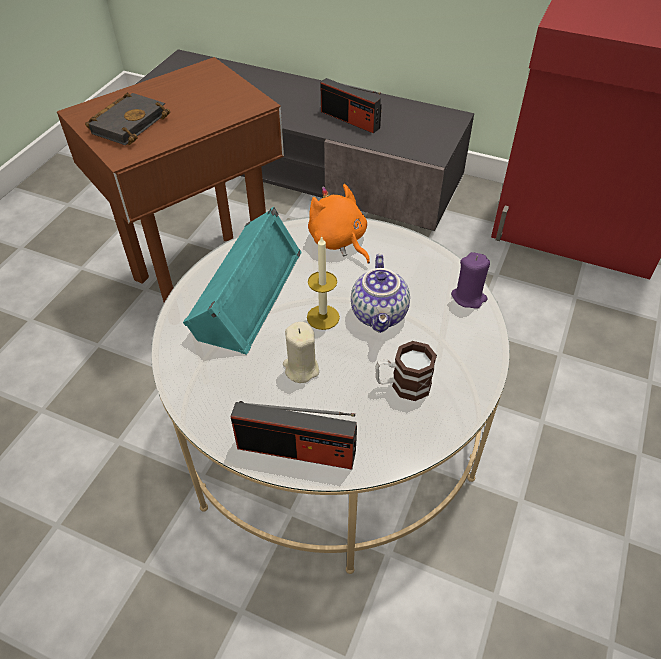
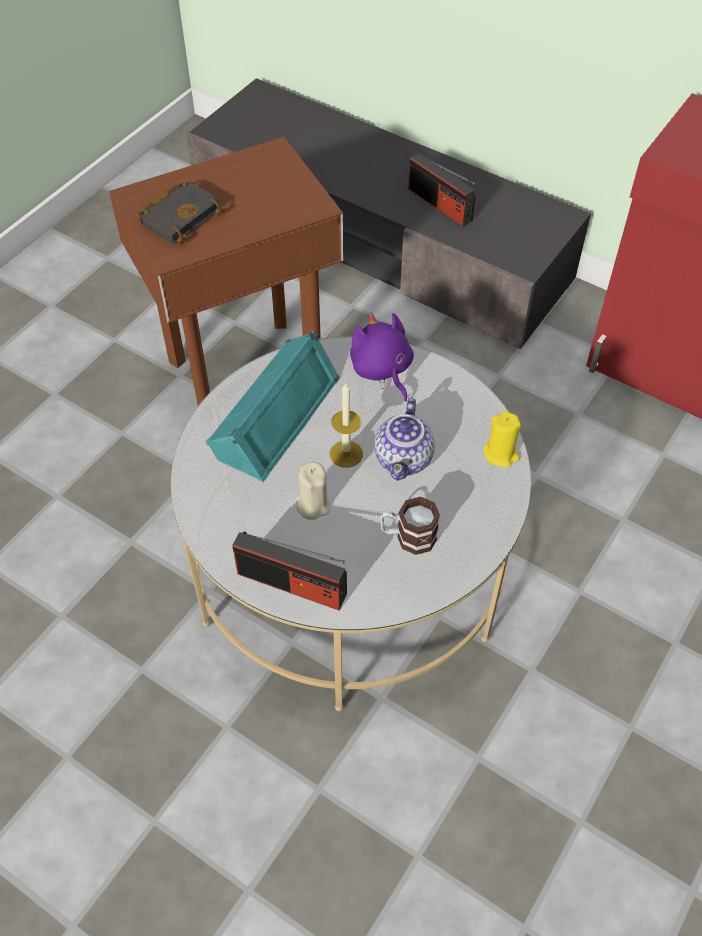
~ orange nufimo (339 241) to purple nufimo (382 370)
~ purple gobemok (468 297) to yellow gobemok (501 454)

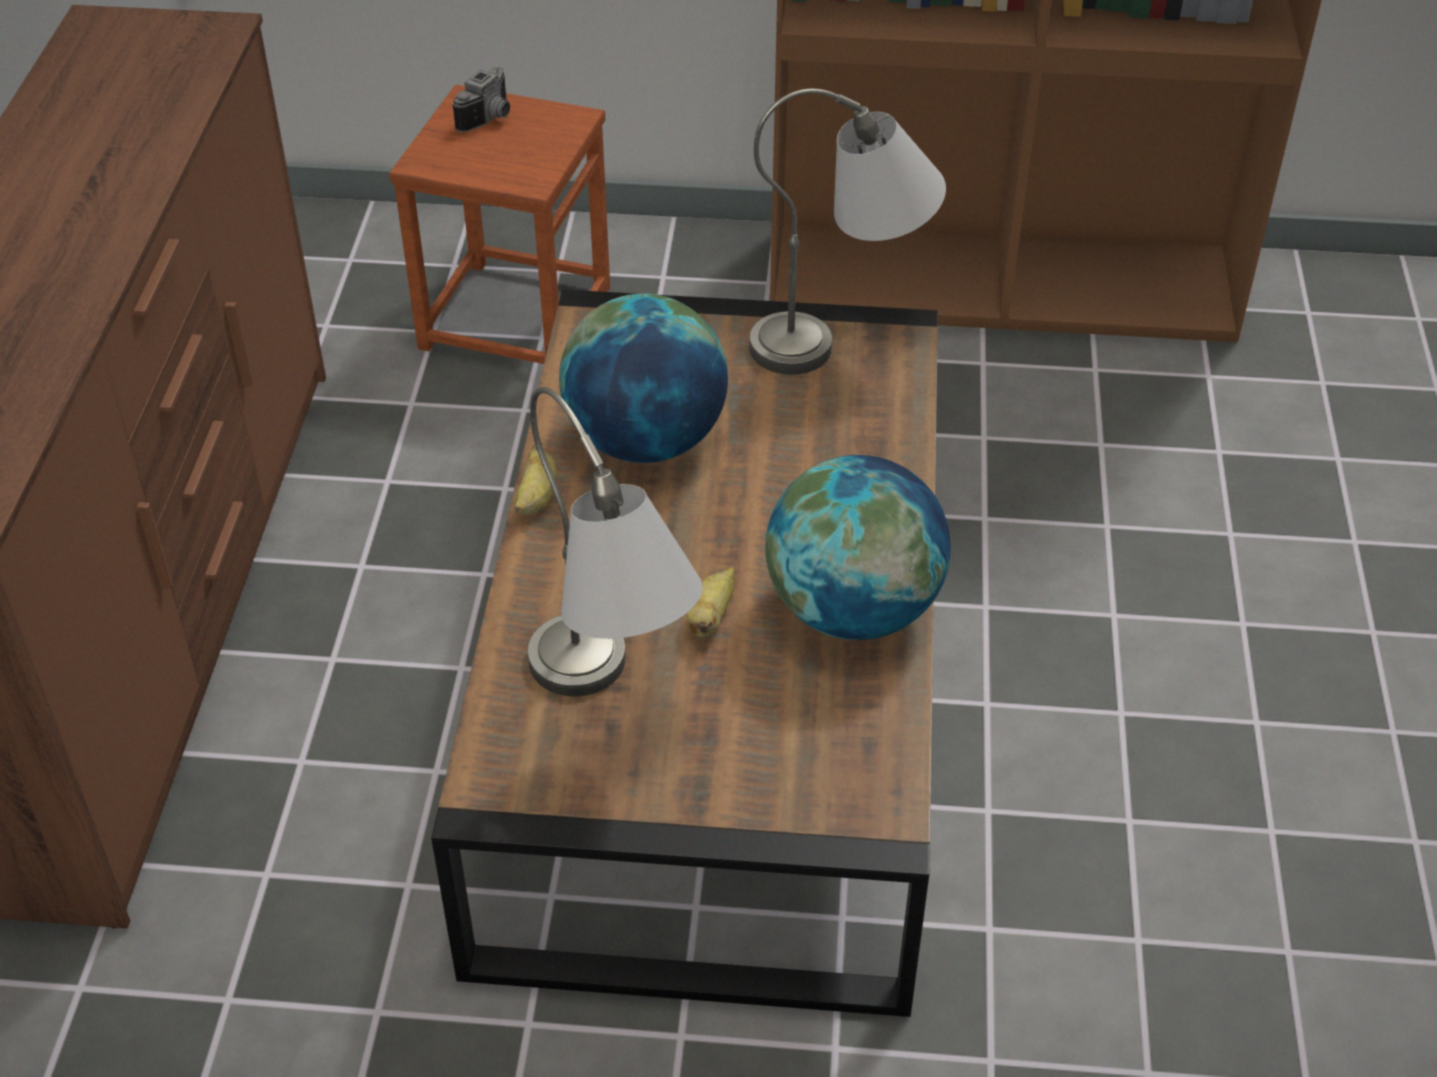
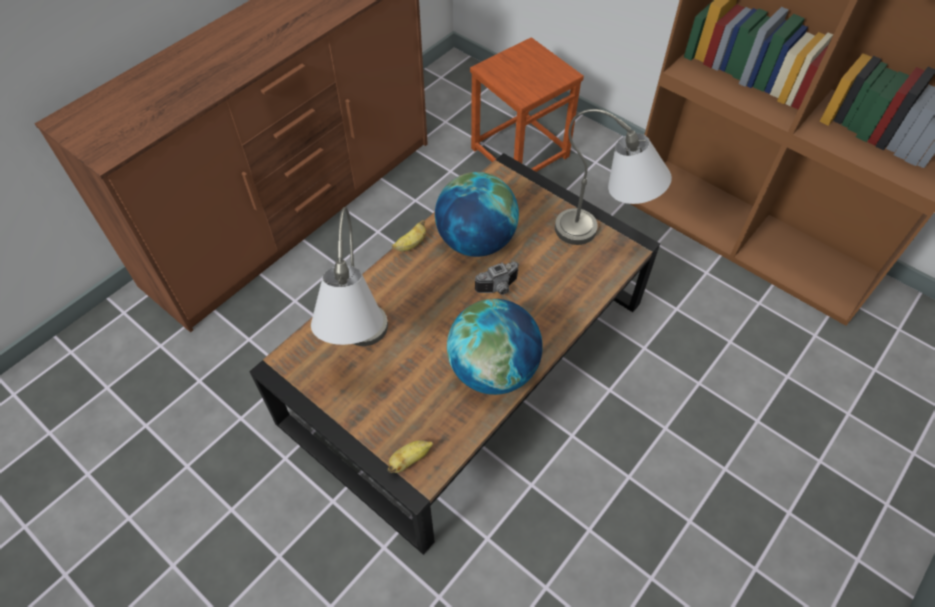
~ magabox (491 118) to (499 288)
~ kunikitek (710 617) to (410 460)

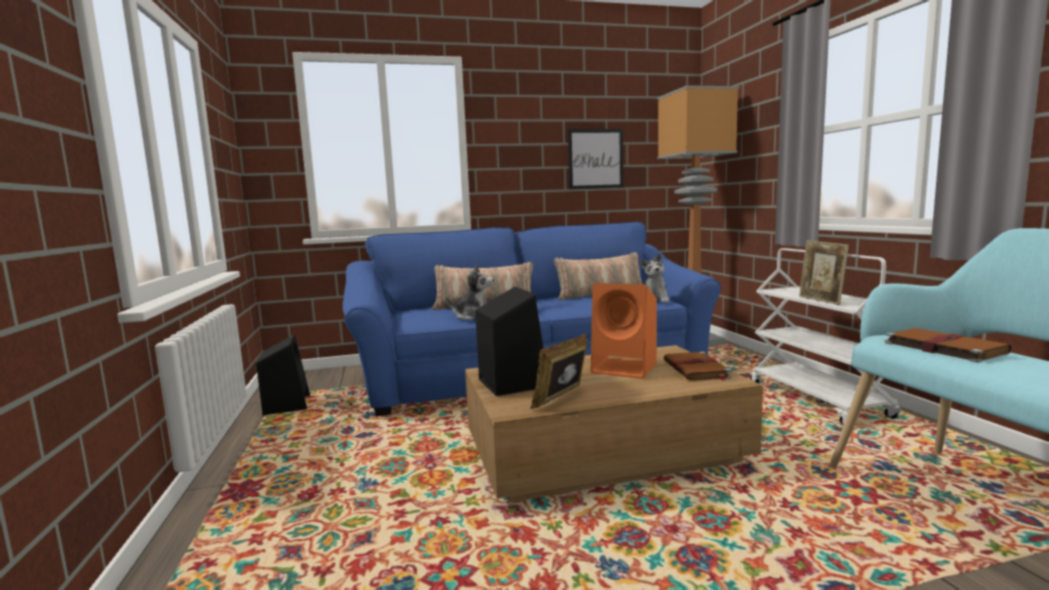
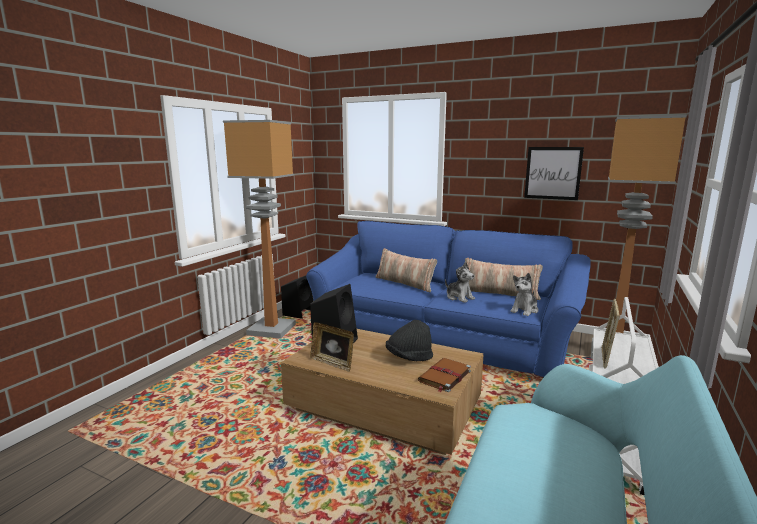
~ nufimo (473 316) to (459 297)
~ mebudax (562 399) = (332 363) 135 degrees counterclockwise
~ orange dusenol (626 368) to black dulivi (409 357)
- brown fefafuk (942 347)
+ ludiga (273 330)

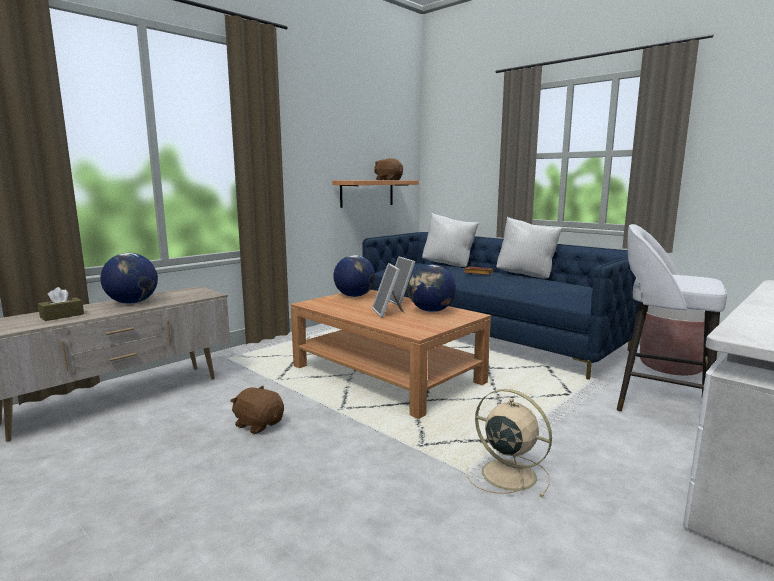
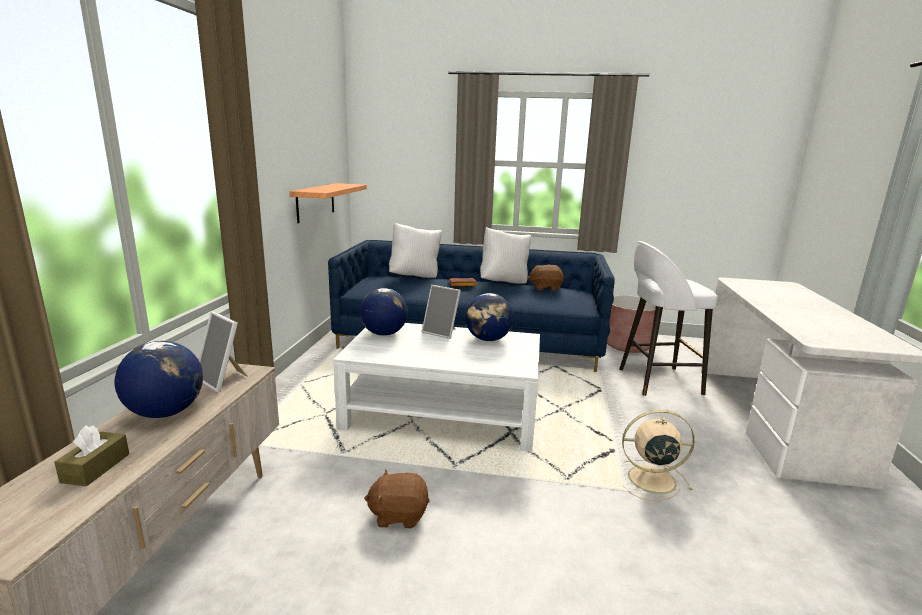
~ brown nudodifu (387 375) to white nudodifu (444 412)
~ mebudax (388 312) to (222 380)
~ brown nufimo (388 180) to (545 288)

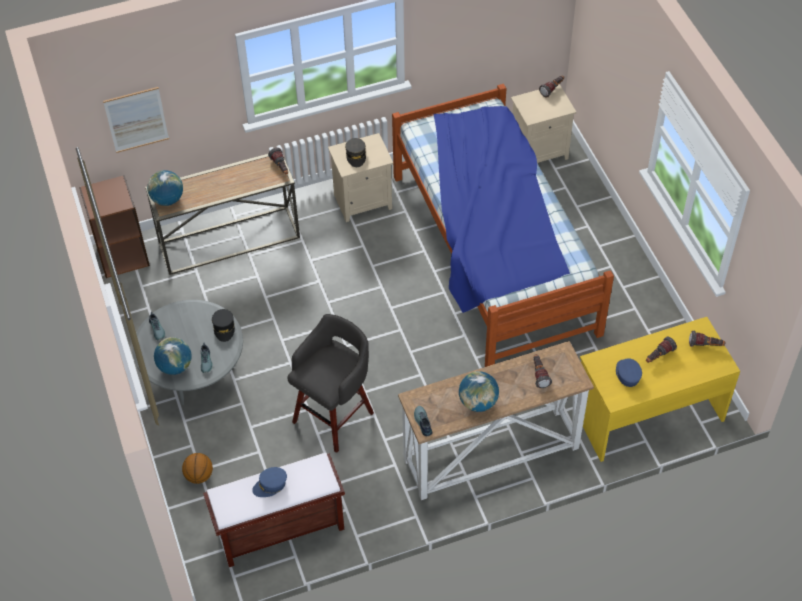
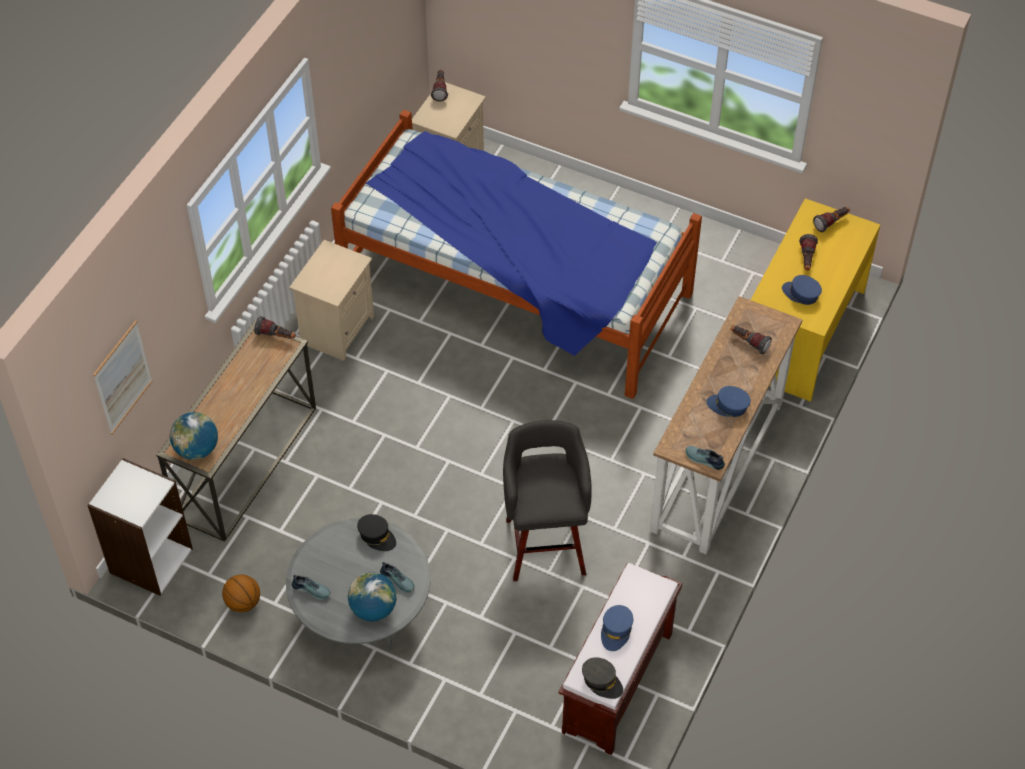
~ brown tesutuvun (122 255) to white tesutuvun (150 560)
~ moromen (199 476) to (243 603)
~ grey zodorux (356 155) to (602 681)
~ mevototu (478 402) to blue zodorux (728 406)

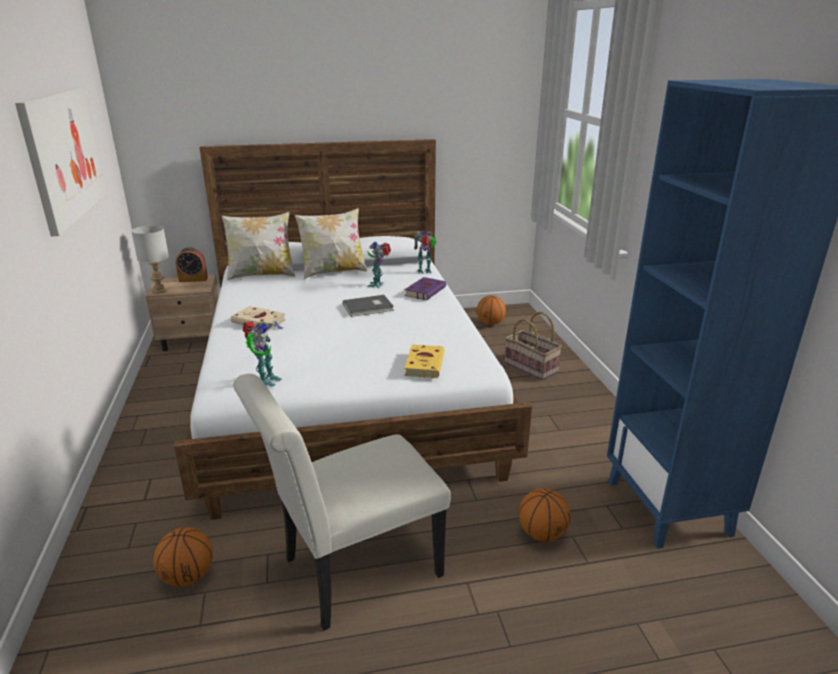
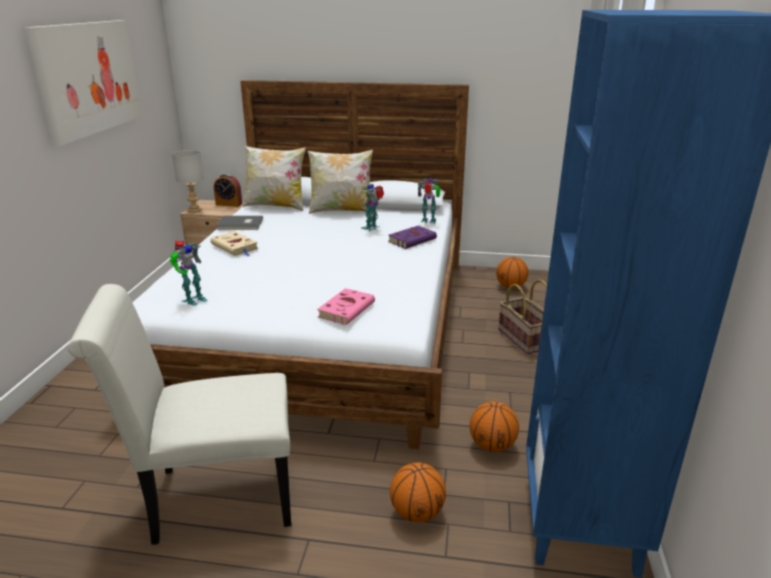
~ moromen (187 577) to (492 446)
~ grey fefafuk (369 307) to (240 225)
~ yellow fefafuk (424 364) to pink fefafuk (347 309)

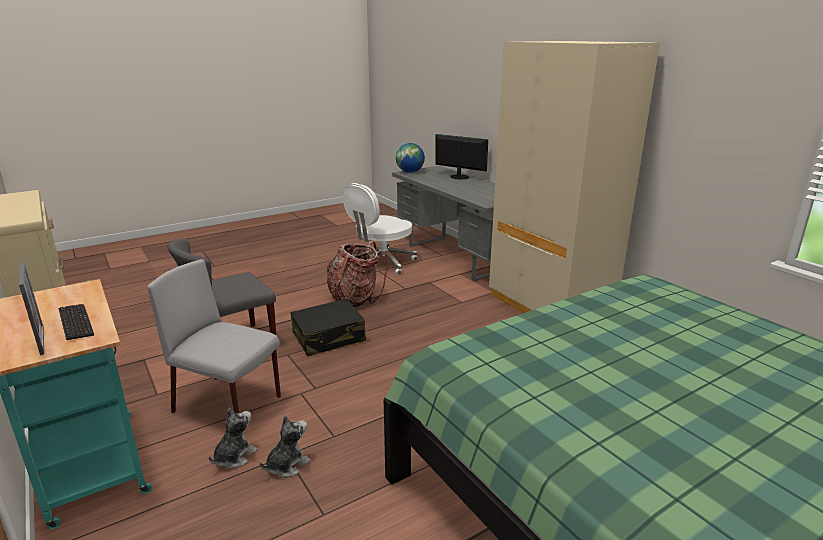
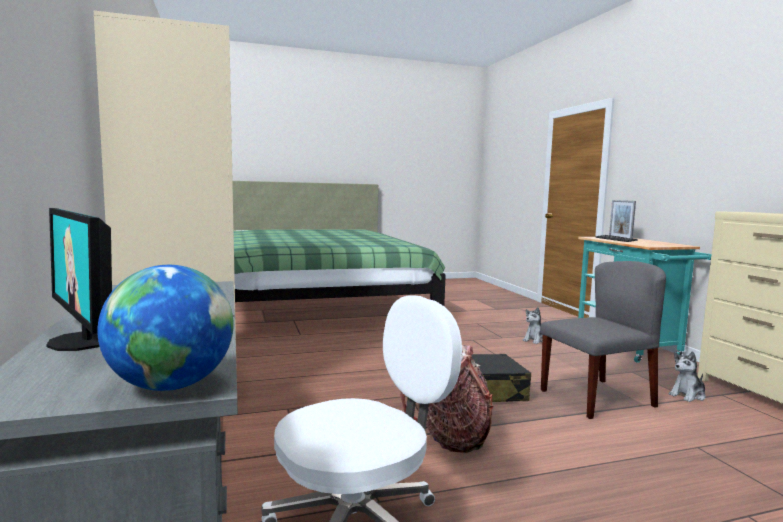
- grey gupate (229 404)
~ nufimo (287 465) to (688 395)

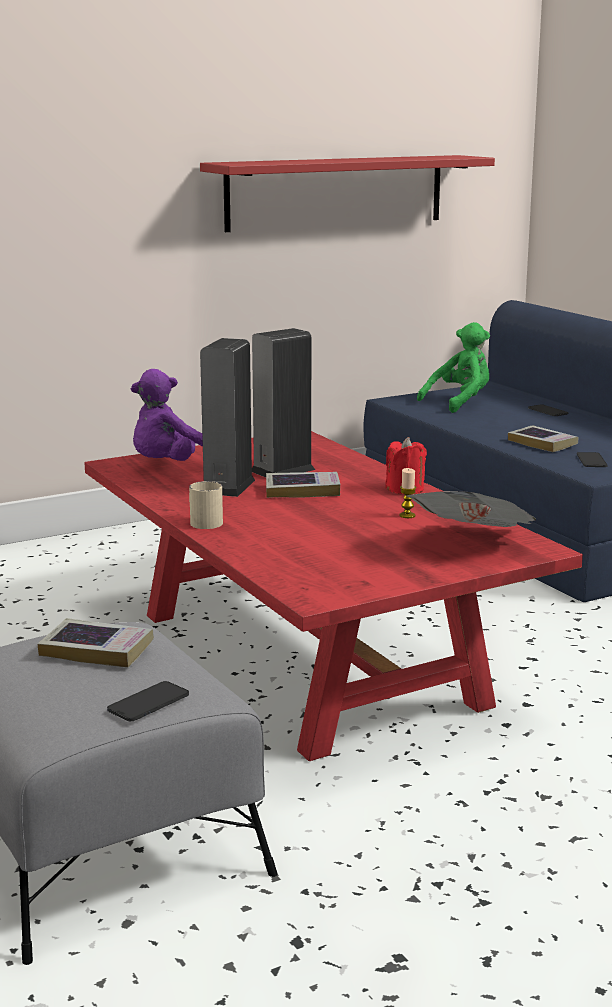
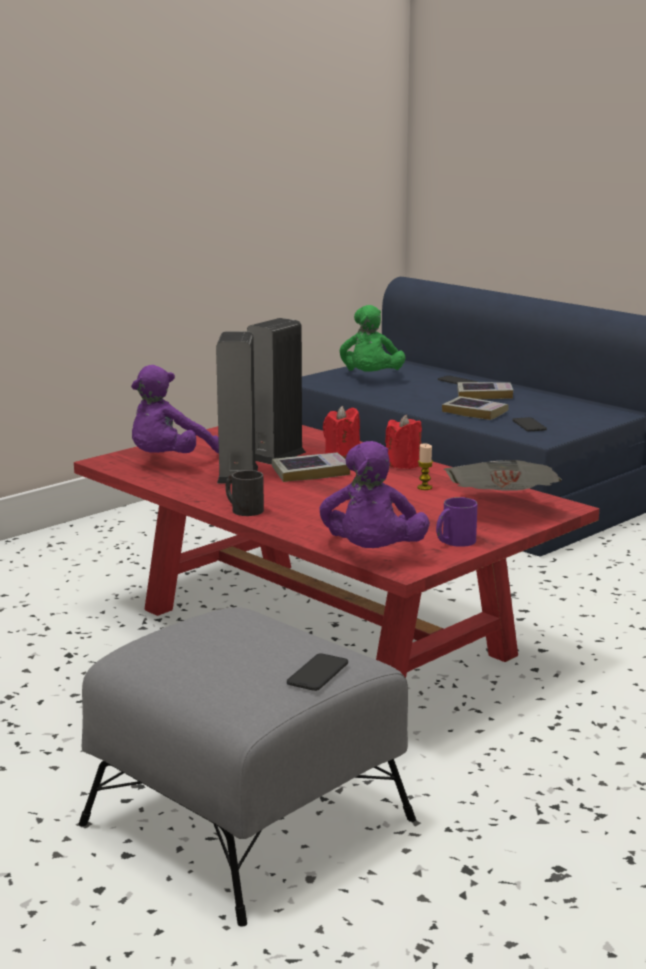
~ fefafuk (97 650) to (484 395)
~ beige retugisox (202 521) to black retugisox (243 509)
- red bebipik (336 192)
~ green nufimo (460 402) = (371 378) 150 degrees clockwise
+ purple nufimo (372 555)
+ red gobemok (342 454)
+ purple retugisox (454 542)

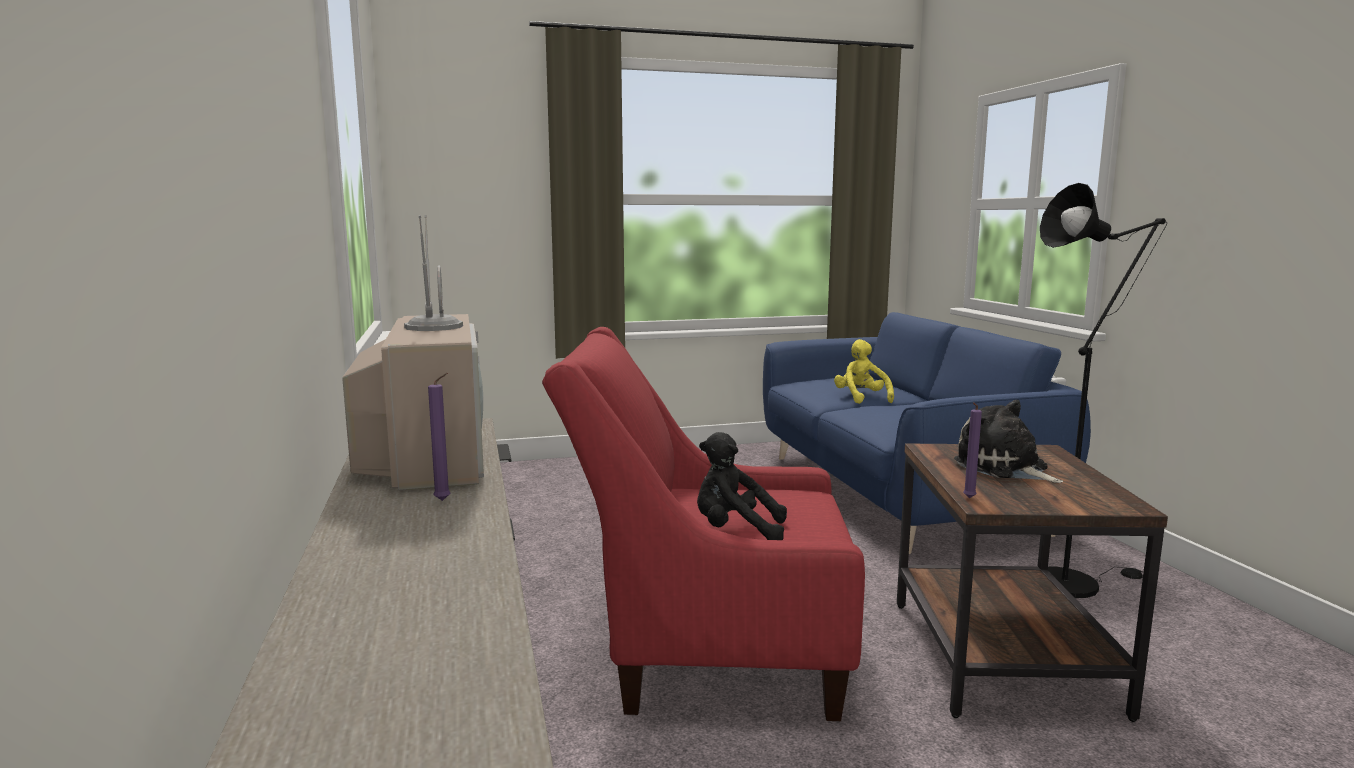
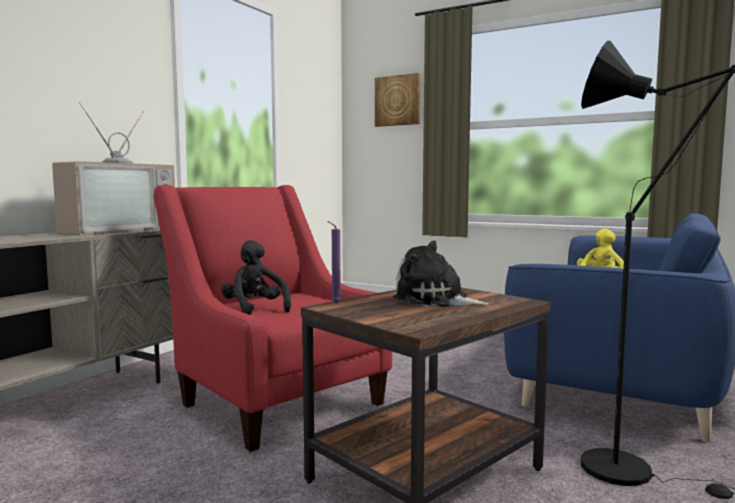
- purple gobemok (444 500)
~ nufimo (1004 468) = (435 300) 75 degrees counterclockwise
+ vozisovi (397 100)

